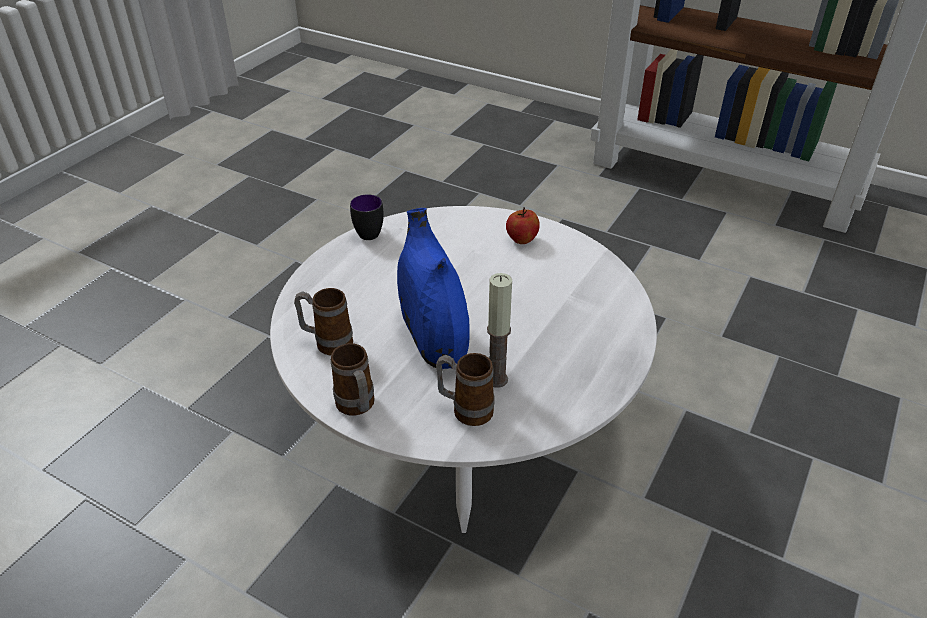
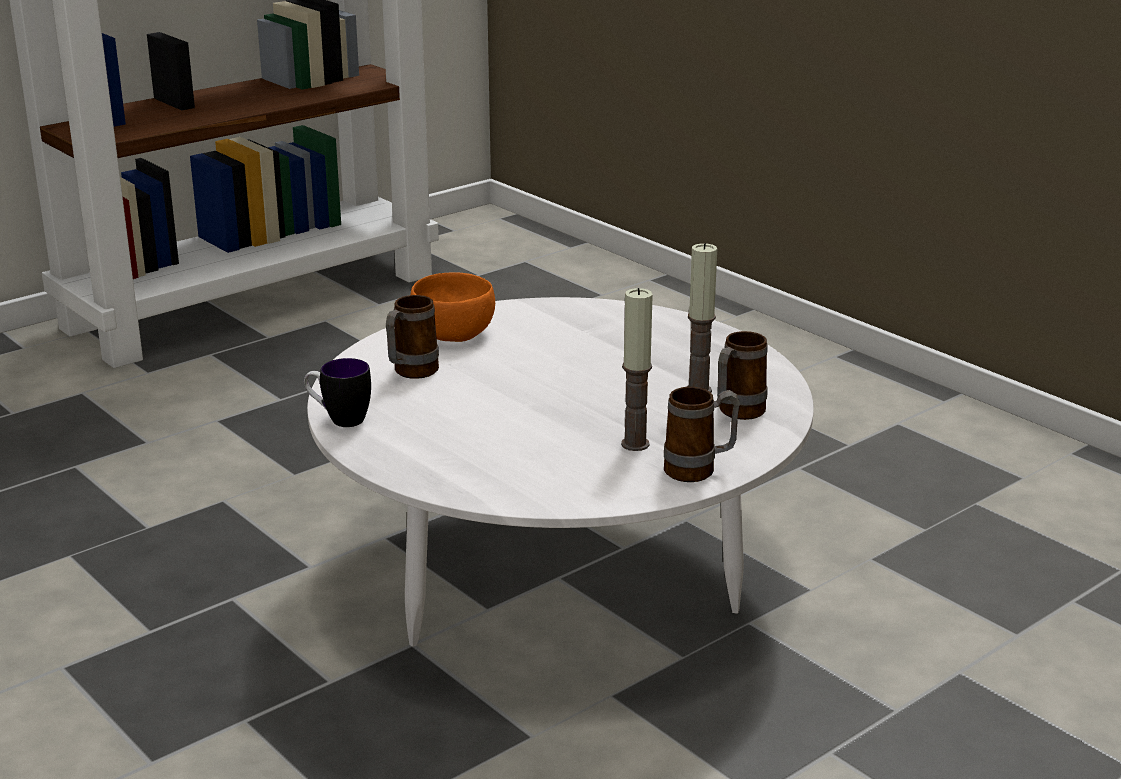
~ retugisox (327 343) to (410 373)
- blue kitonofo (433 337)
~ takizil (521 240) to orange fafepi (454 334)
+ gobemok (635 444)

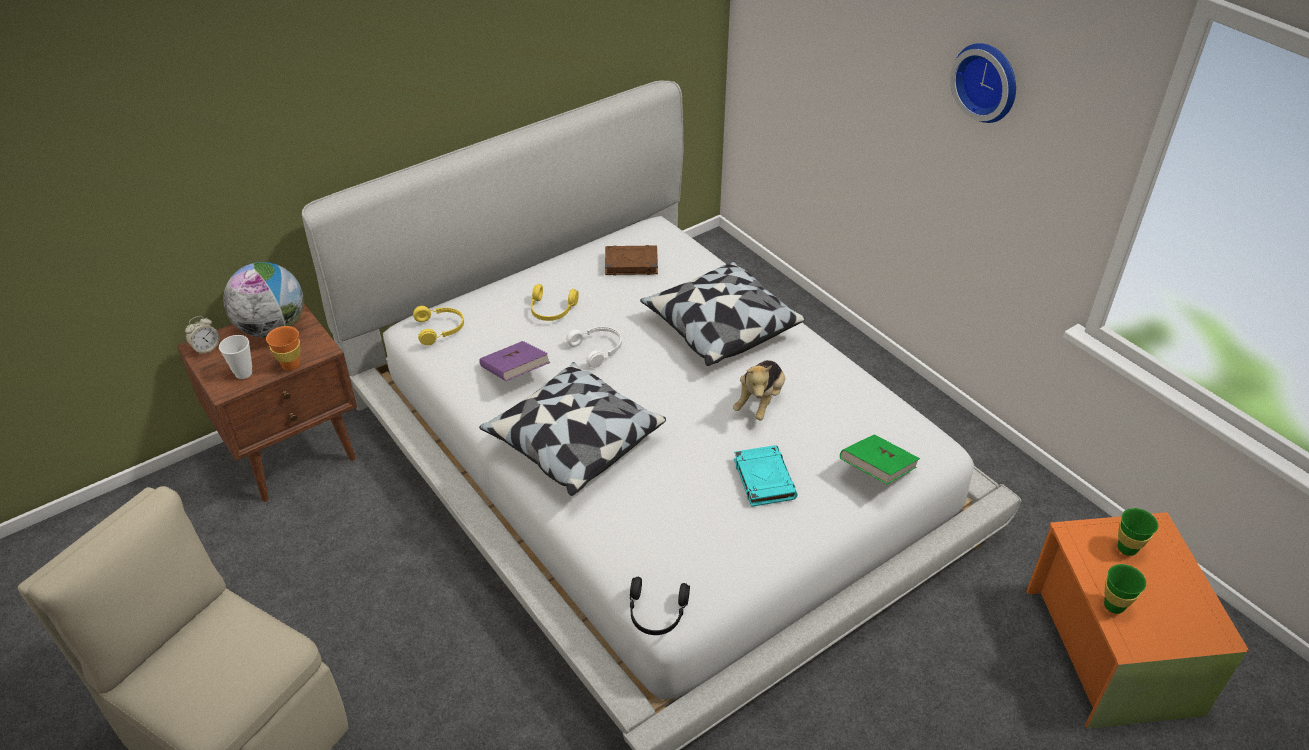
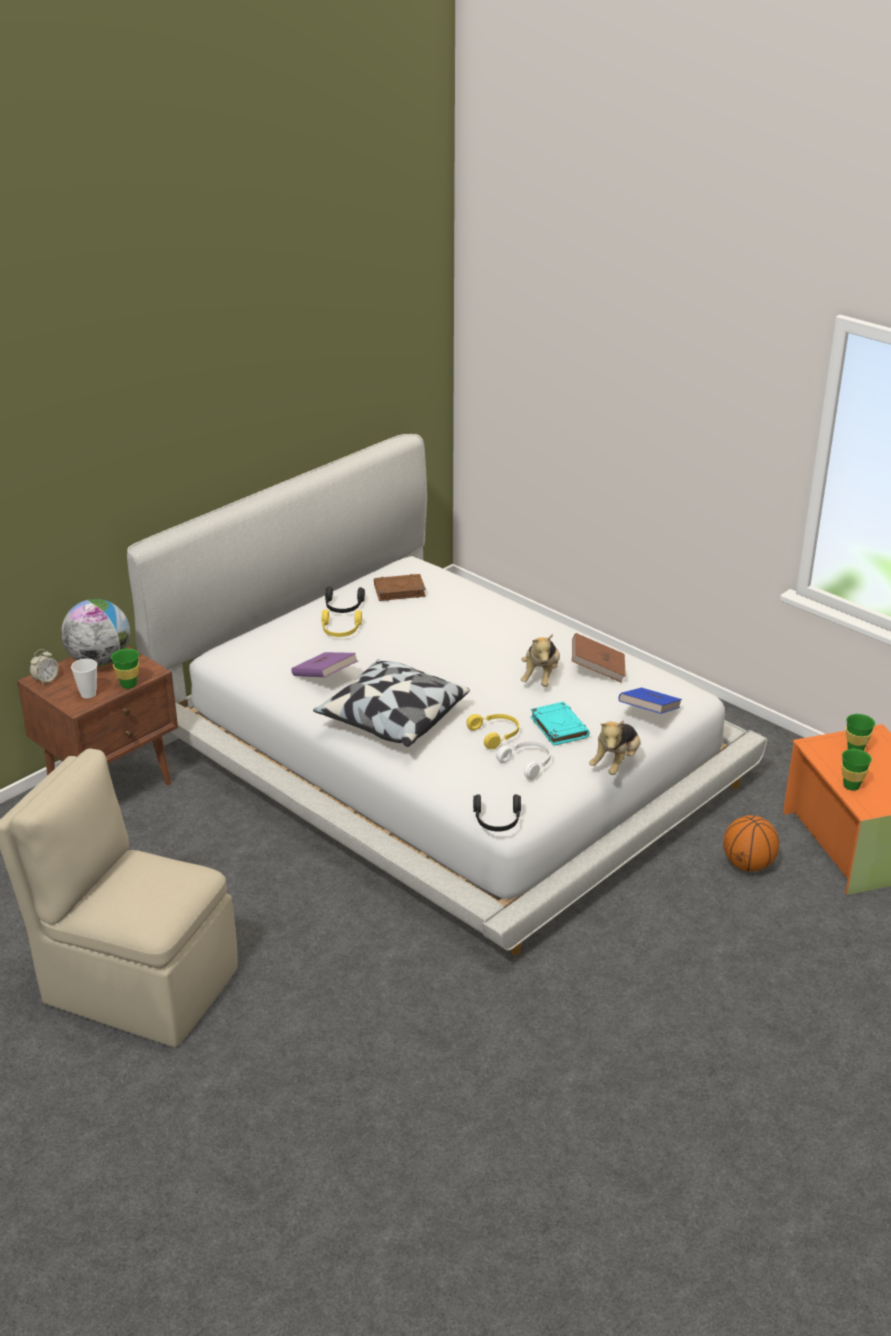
~ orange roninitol (291 365) to green roninitol (128 684)
~ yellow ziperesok (440 329) to (496 734)
~ white ziperesok (598 349) to (528 763)
- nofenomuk (719 328)
~ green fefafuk (876 471) to blue fefafuk (648 713)
- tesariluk (988 81)
+ black ziperesok (343 607)
+ brown fefafuk (597 670)
+ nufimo (616 763)
+ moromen (748 865)

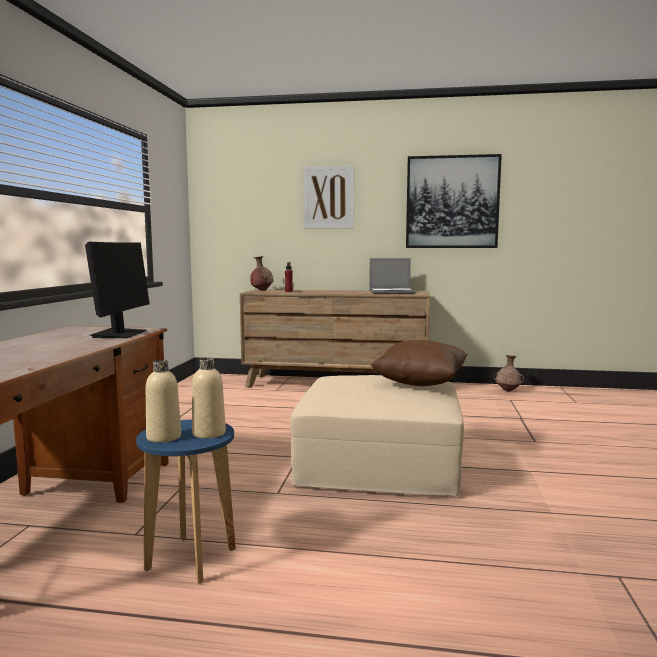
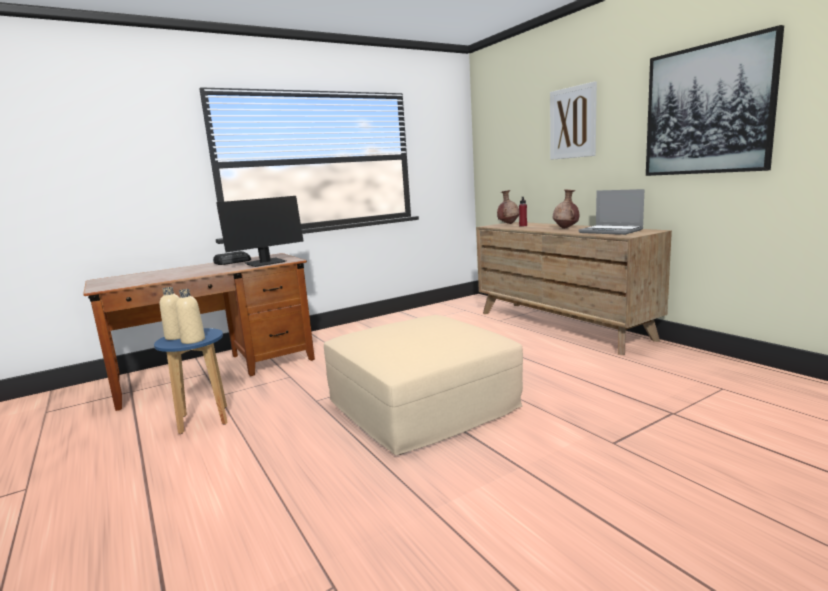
- brown nofenomuk (420 383)
~ brown kitonofo (508 391) to (566 228)
+ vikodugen (233 262)

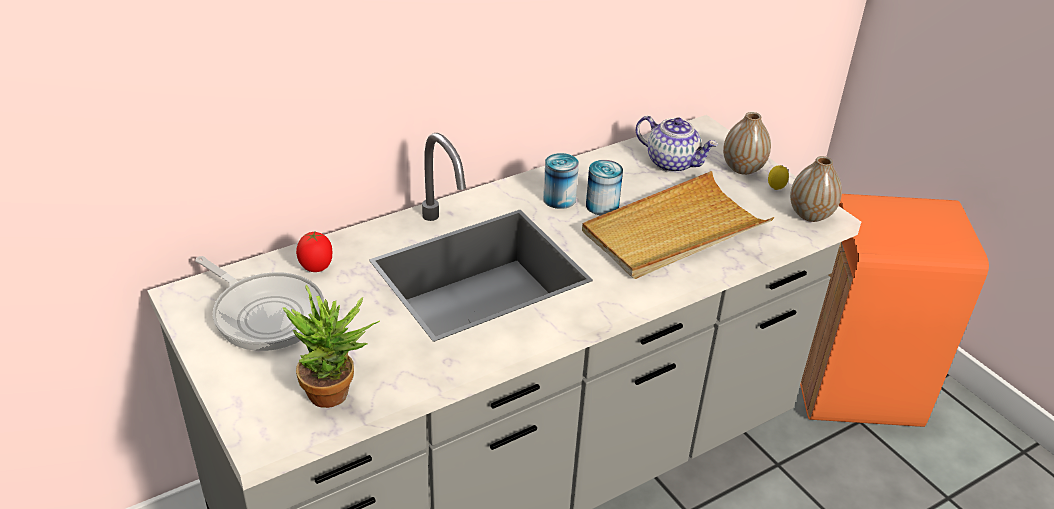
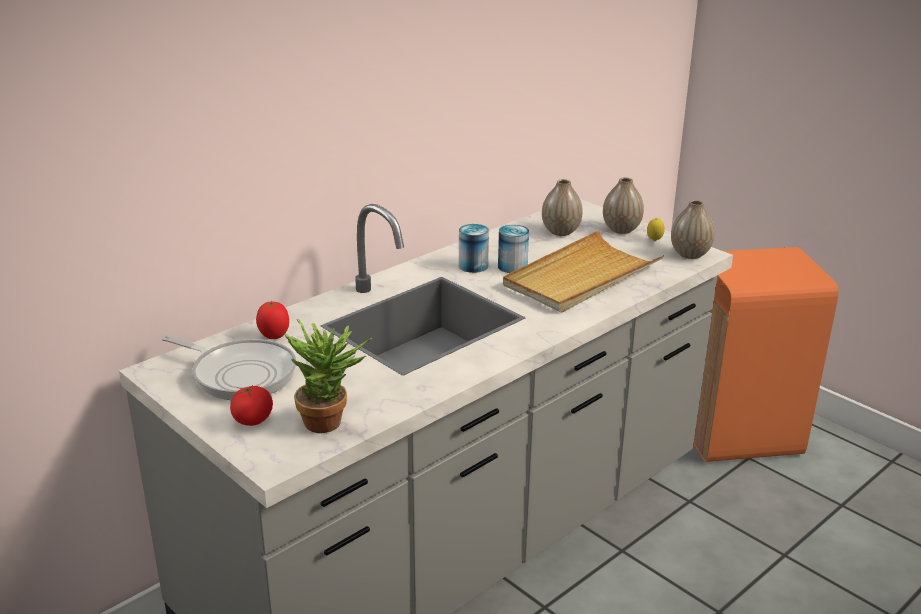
~ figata (672 163) to kitonofo (560 232)
+ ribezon (253 420)

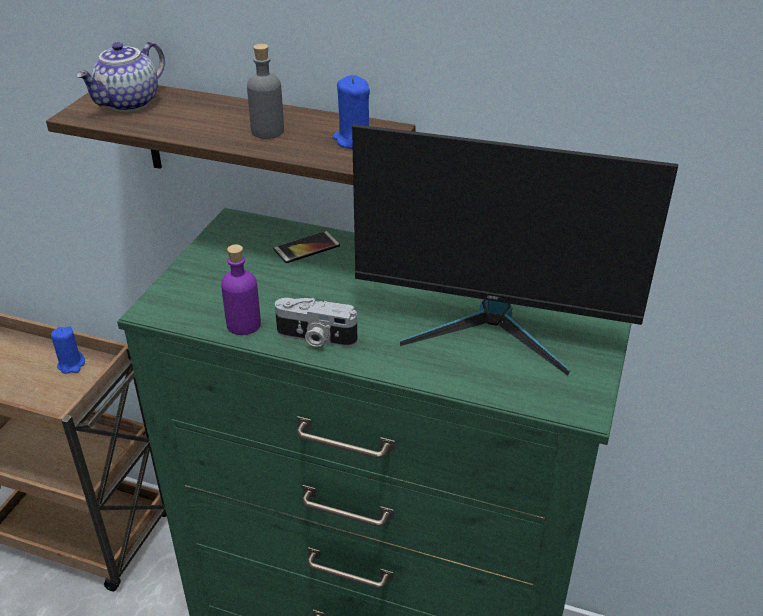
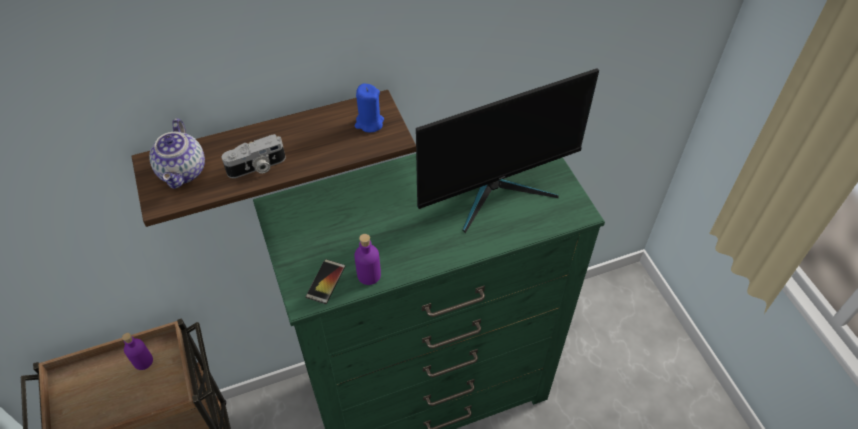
~ blue gobemok (71 365) to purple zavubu (143 361)
- grey zavubu (267 131)
~ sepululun (307 248) to (325 281)
~ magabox (315 338) to (257 167)

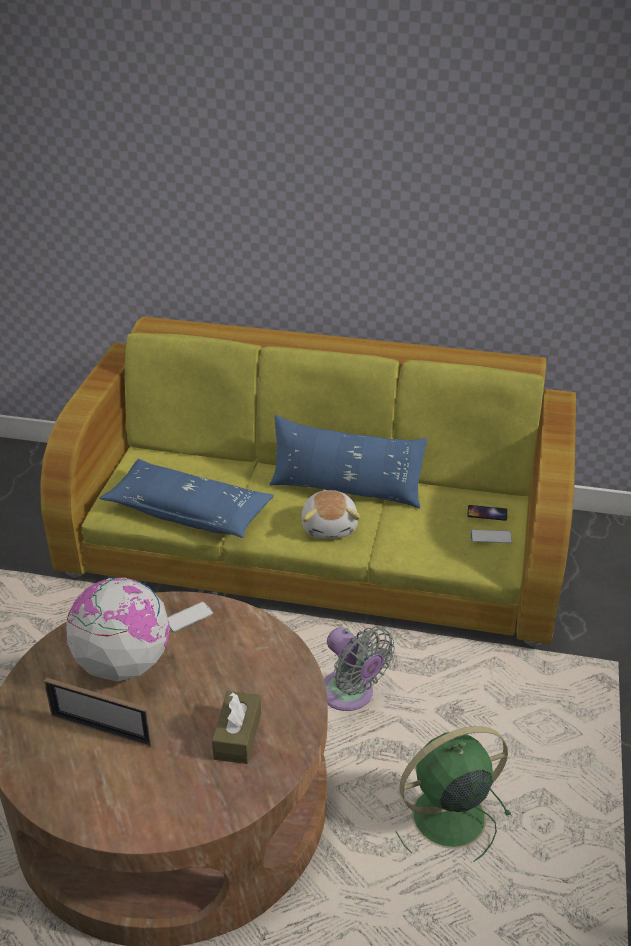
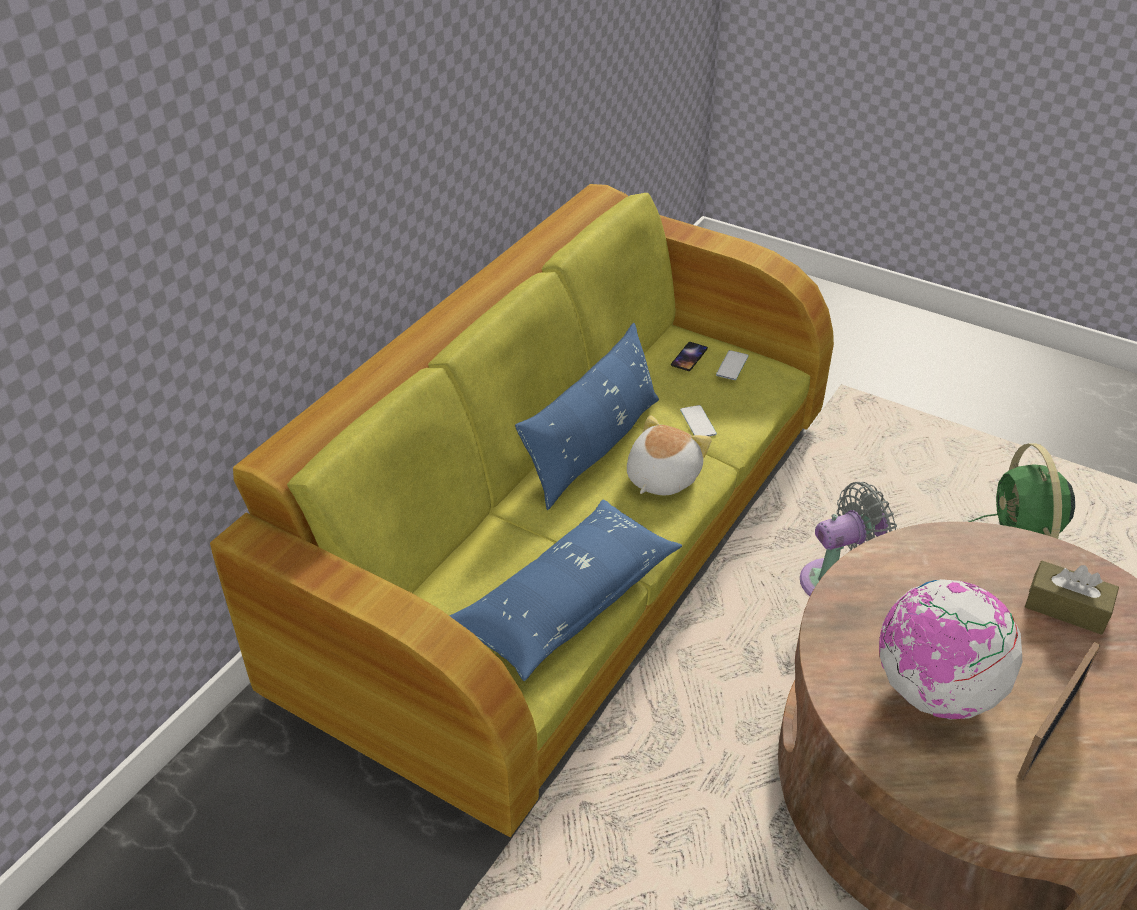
~ sepululun (188 617) to (698 422)
~ nufimo (330 526) = (661 477) 75 degrees counterclockwise

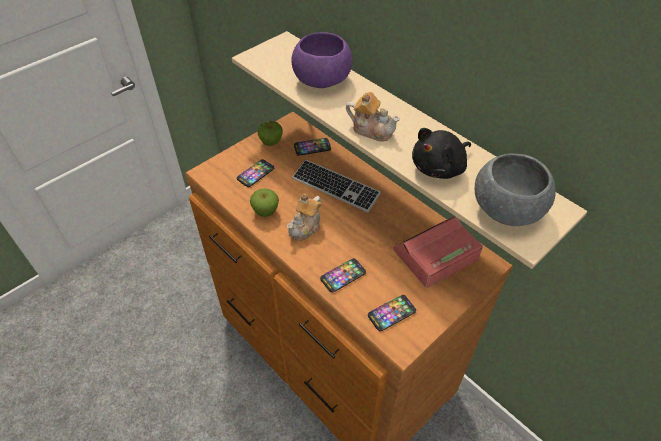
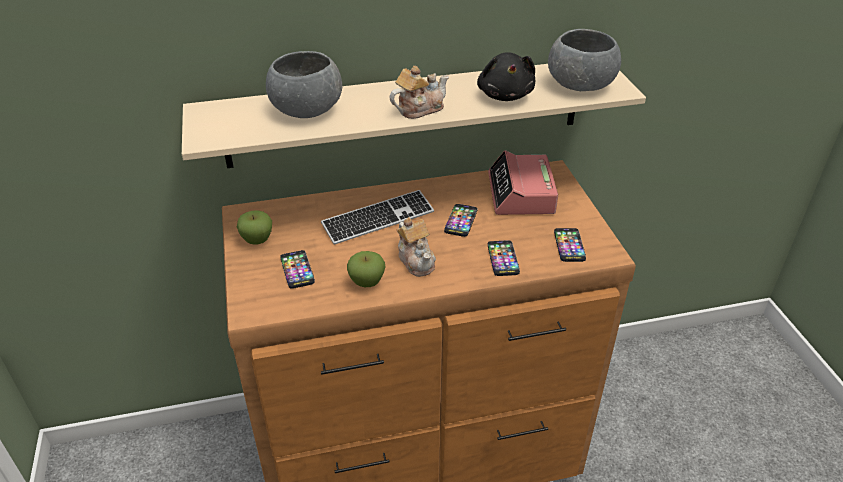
~ purple fafepi (322 80) to grey fafepi (306 110)
~ sepululun (312 147) to (461 221)

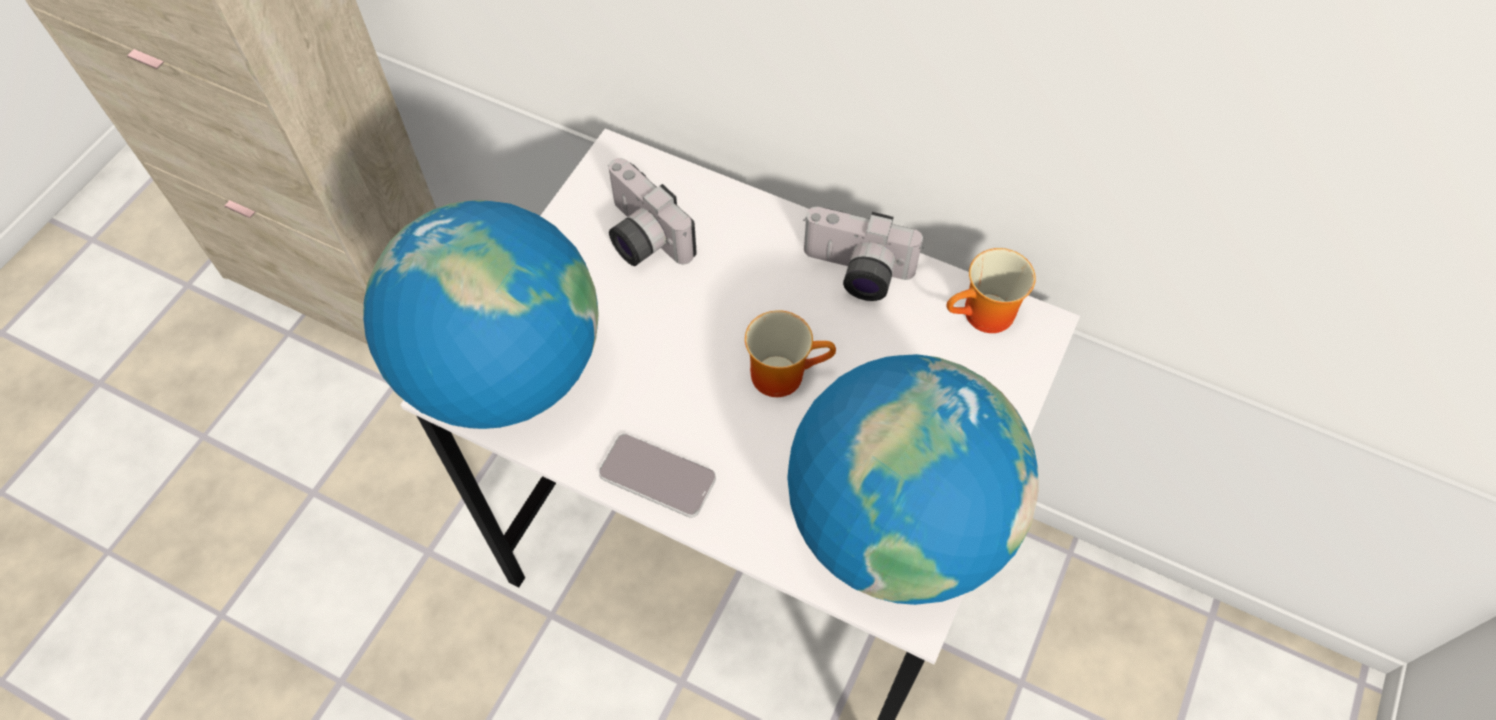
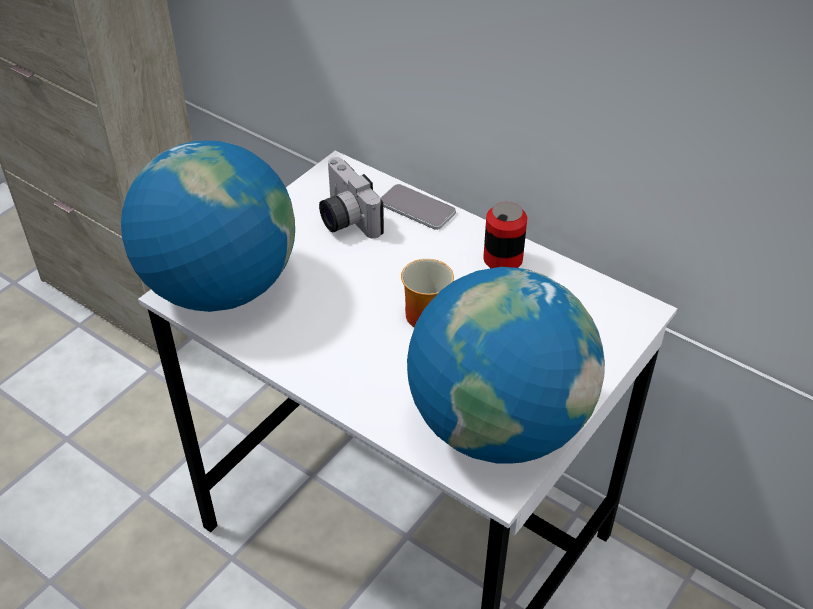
~ sepululun (657 476) to (417 208)
~ magabox (855 273) to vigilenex (503 259)
- retugisox (985 318)

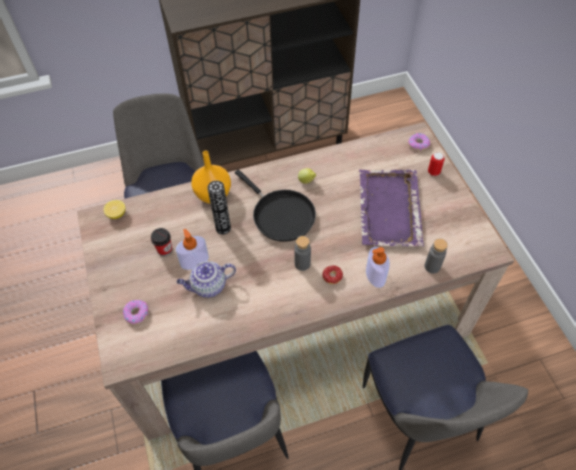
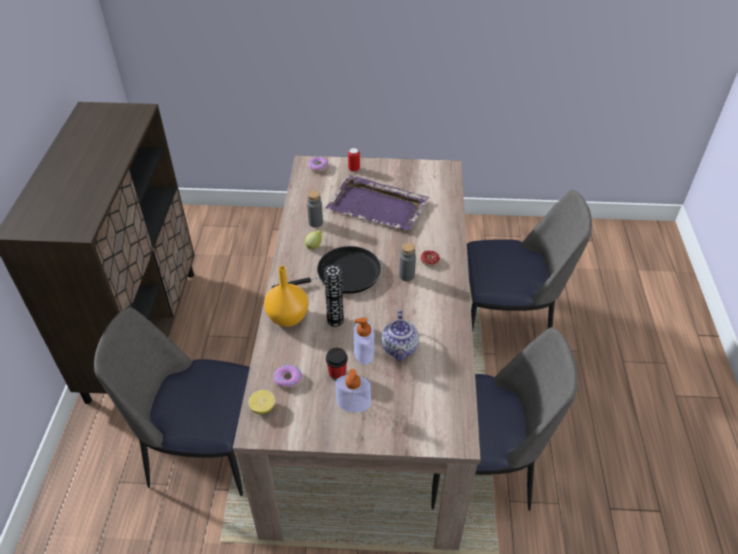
~ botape (136 314) to (288 379)
~ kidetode (375 275) to (353 403)
~ grey zavubu (432 266) to (315 223)

